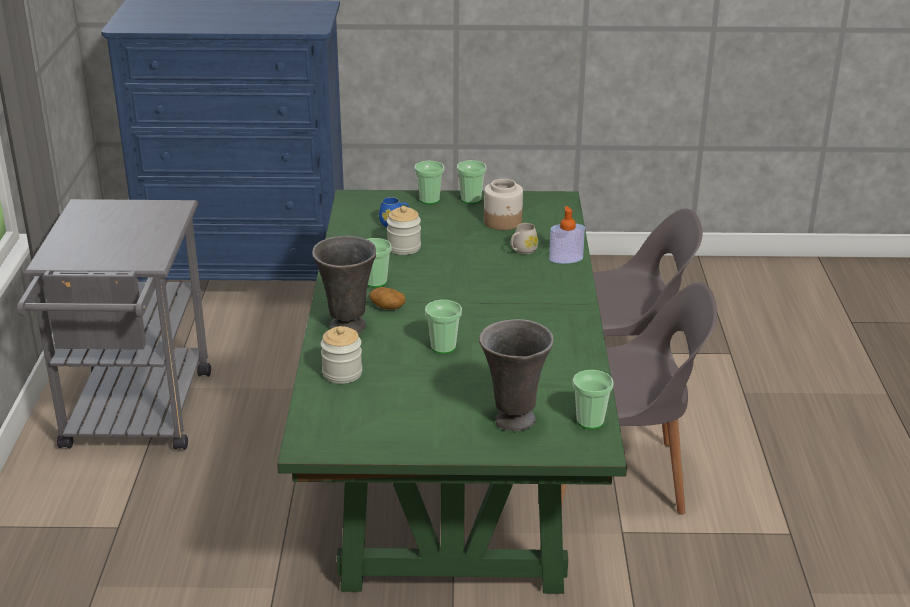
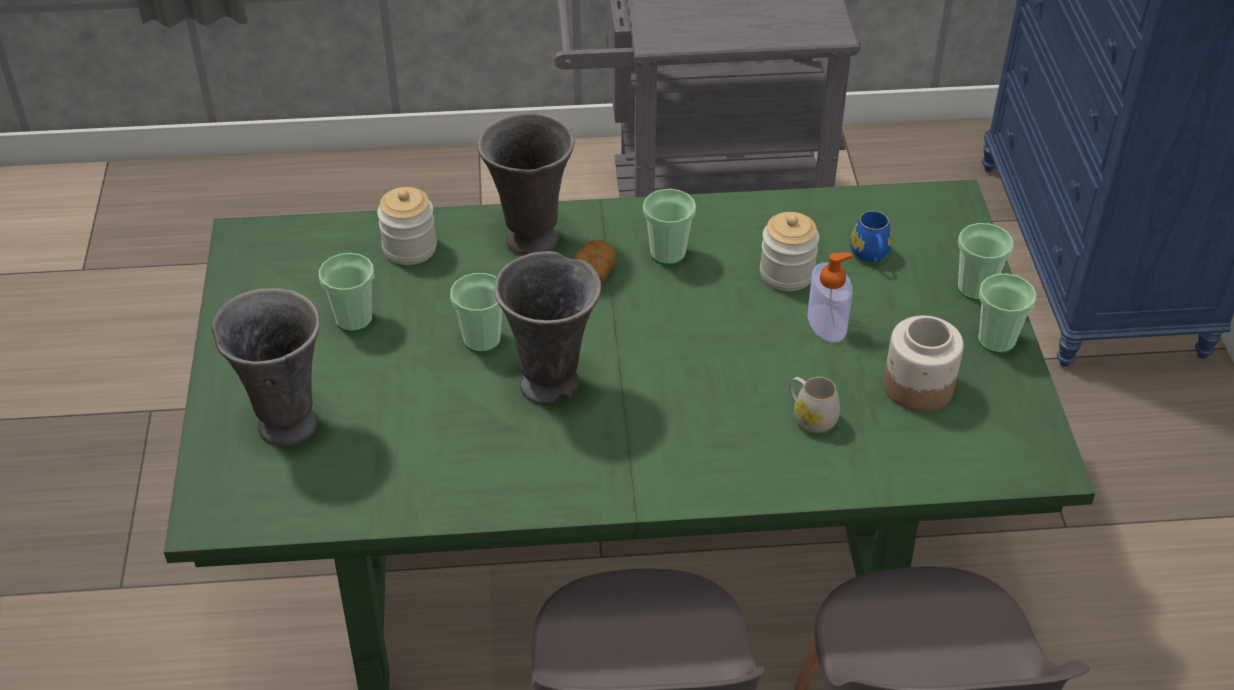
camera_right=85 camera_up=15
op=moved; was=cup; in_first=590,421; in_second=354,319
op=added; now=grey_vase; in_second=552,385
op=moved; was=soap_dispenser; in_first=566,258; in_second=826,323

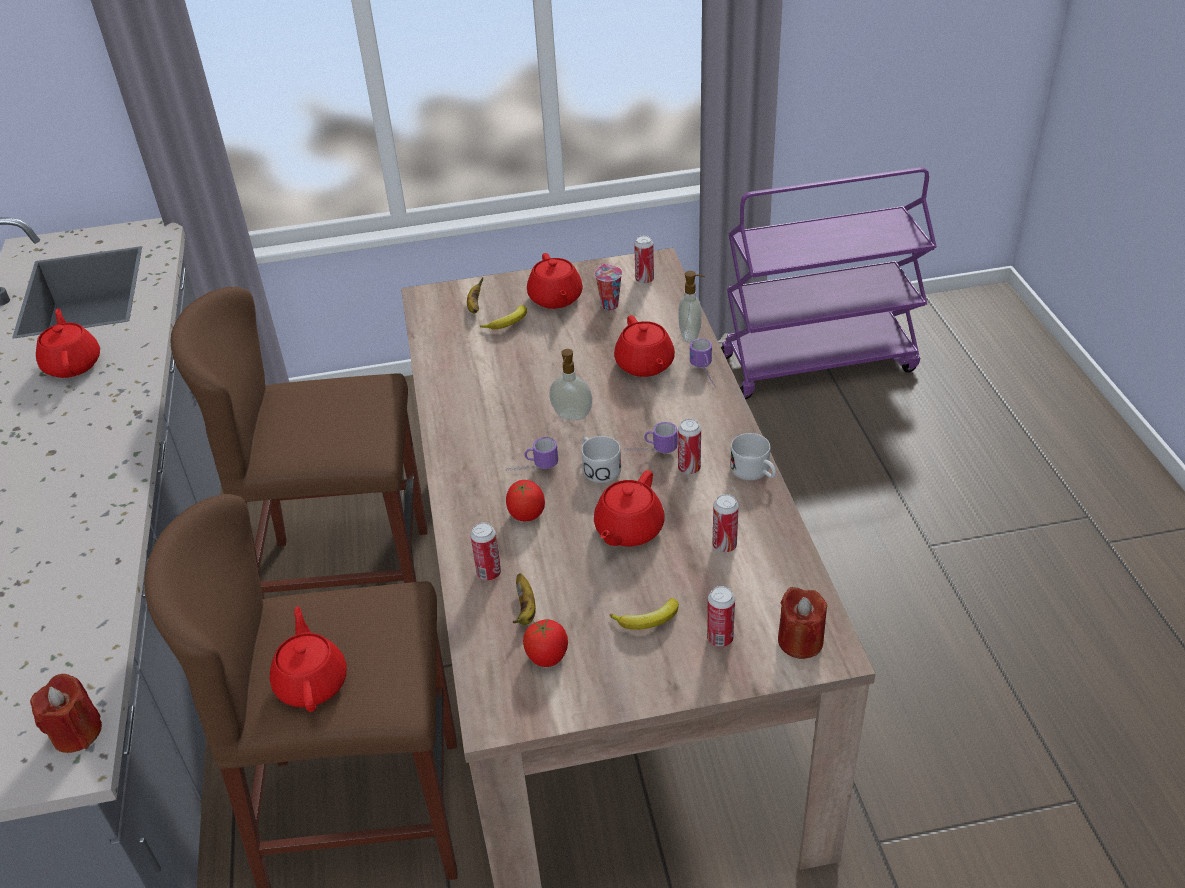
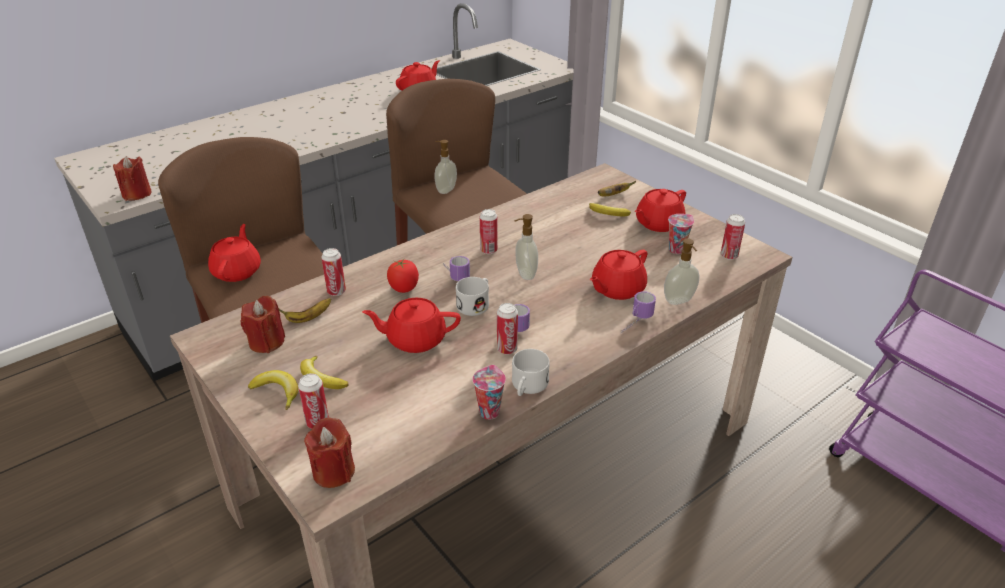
camera_right=60 camera_up=-5
op=turned; was=red_teapot; in_first=312,682; in_second=237,271; clockwise=-45
op=replaced; was=tomato; now=red_candle; in_first=547,656; in_second=266,342
op=added; now=banana; in_second=277,392
op=added; now=soap_dispenser; in_second=445,190
op=added; now=cup; in_second=489,411
op=moved; was=can; in_first=724,545; in_second=488,250

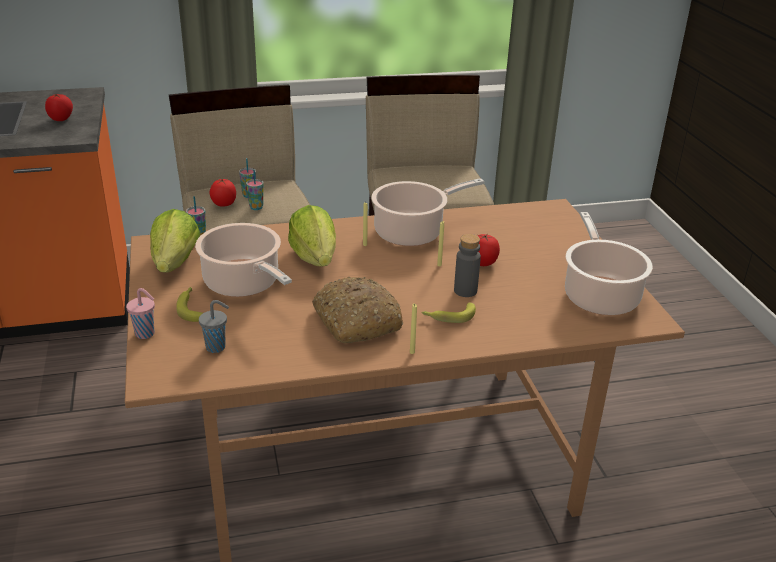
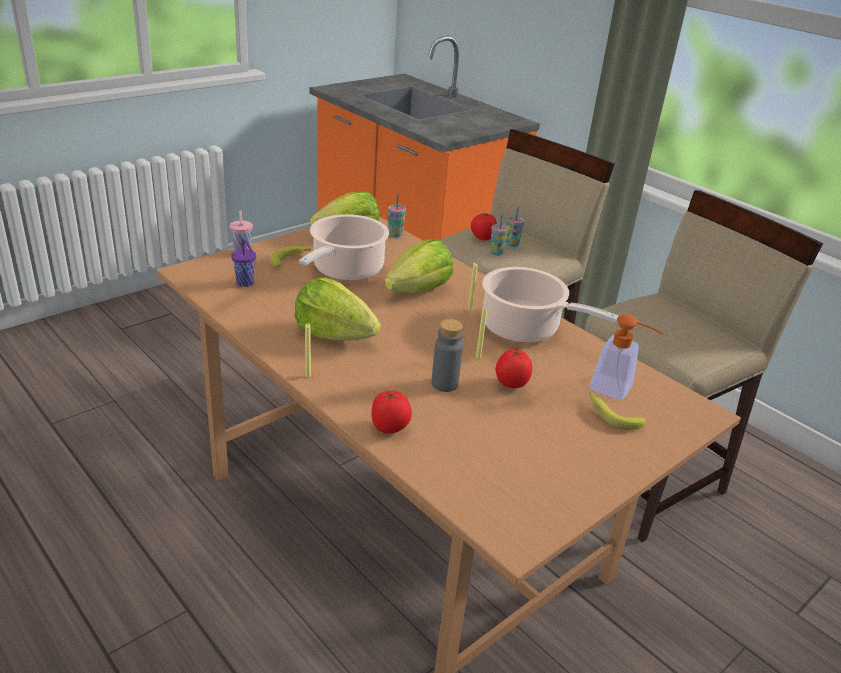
camera_right=60 camera_up=0
op=recoloured; was=grey_cup; now=purple_cup; in_first=217,347; in_second=245,283
op=replaced; was=bread; now=lettuce; in_first=355,321; in_second=334,334
op=moved; was=tomato; in_first=61,119; in_second=390,428
op=moved; was=banana; in_first=448,316; in_second=611,414
op=added; now=soap_dispenser; in_second=618,391
op=removed; was=cooking_pot; in_first=599,295

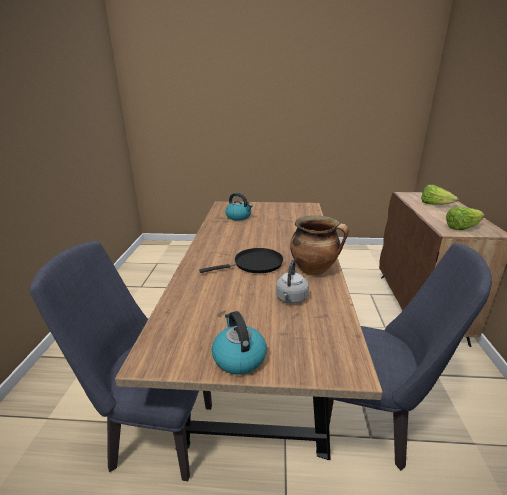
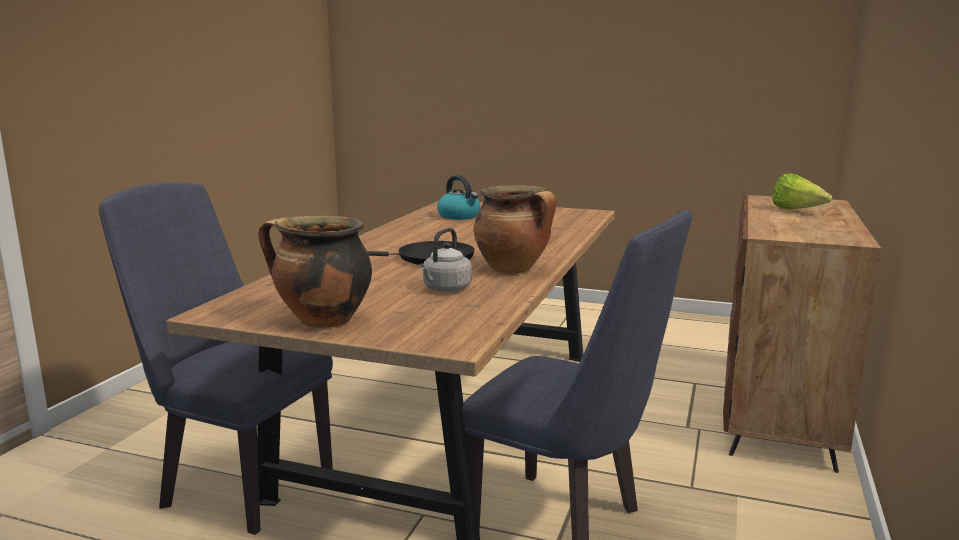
camera_right=15 camera_up=-10
op=replaced; was=kettle; now=cooking_pot; in_first=238,357; in_second=322,321
op=removed; was=lettuce; in_first=461,228

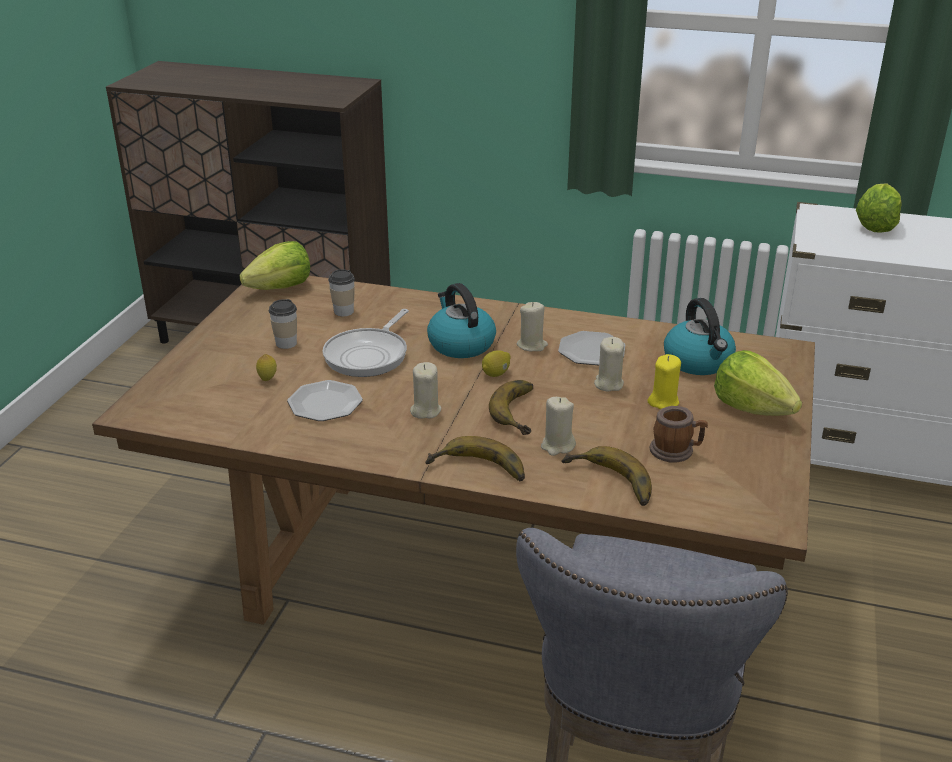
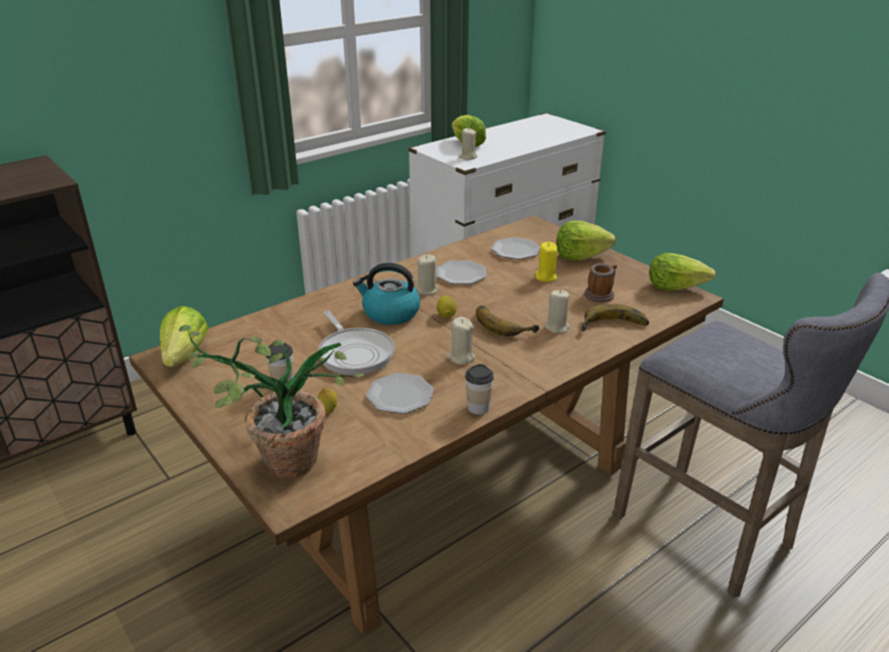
camera_right=-55 camera_up=0
op=added; now=potted_plant; in_second=276,464
op=moved; was=beige_candle; in_first=608,384; in_second=468,157
op=moved; was=cup; in_first=343,311; in_second=478,408
op=replaced; was=kettle; now=plate; in_first=698,362; in_second=515,250
op=added; now=lettuce; in_second=675,286
op=removed; was=banana; in_first=477,471

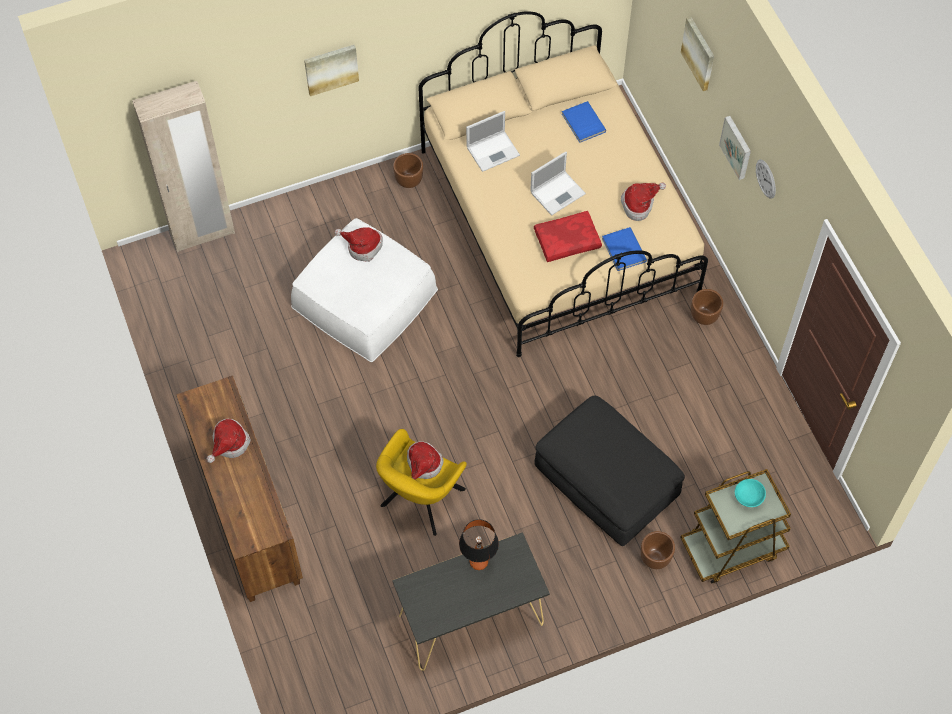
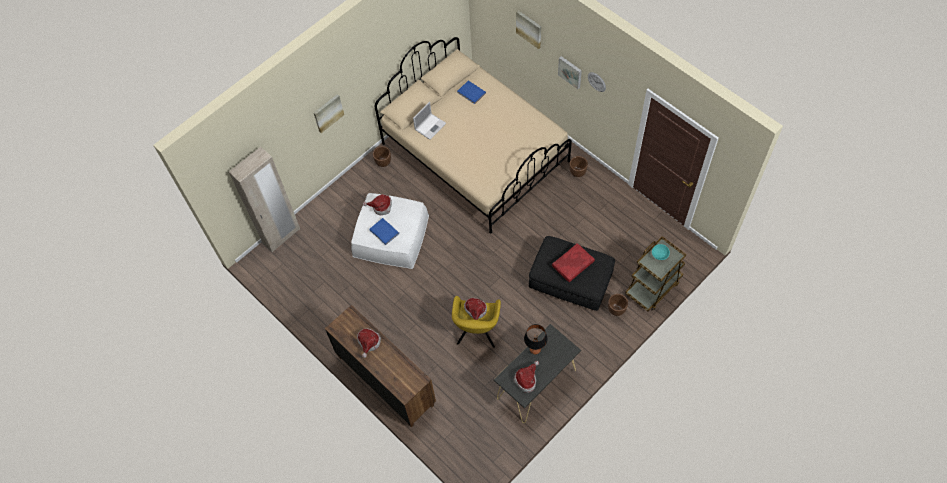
camera_right=-20 camera_up=0
op=moved; was=blue_book; in_first=623,250; in_second=384,232
op=moved; was=hat; in_first=639,204; in_second=526,379
op=moved; was=red_pillow; in_first=567,240; in_second=572,264
op=removed; was=laptop; in_first=558,192

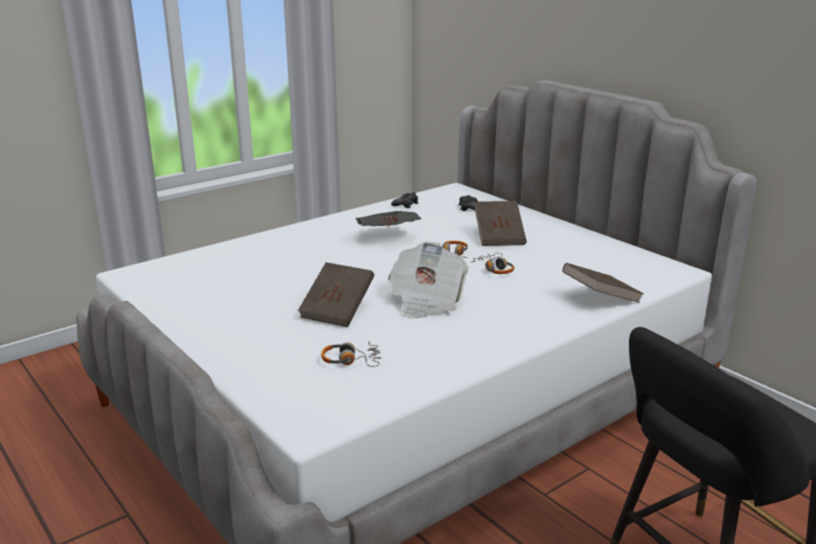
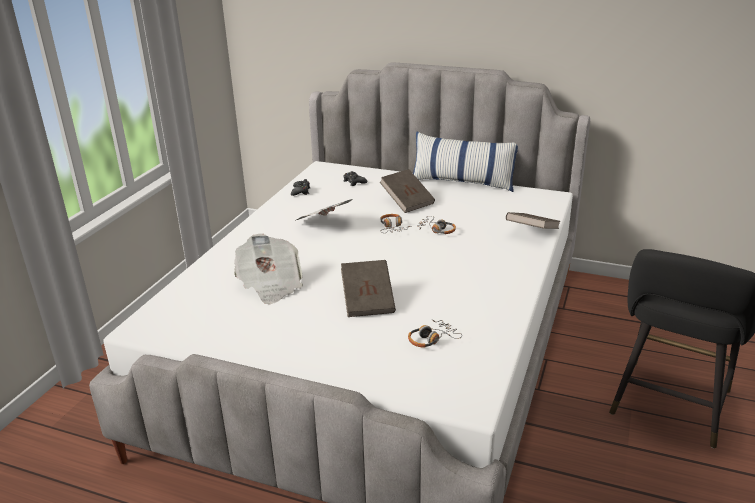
camera_right=-30 camera_up=5
op=moved; was=newspaper; in_first=426,301; in_second=270,285
op=added; now=pillow; in_second=462,182

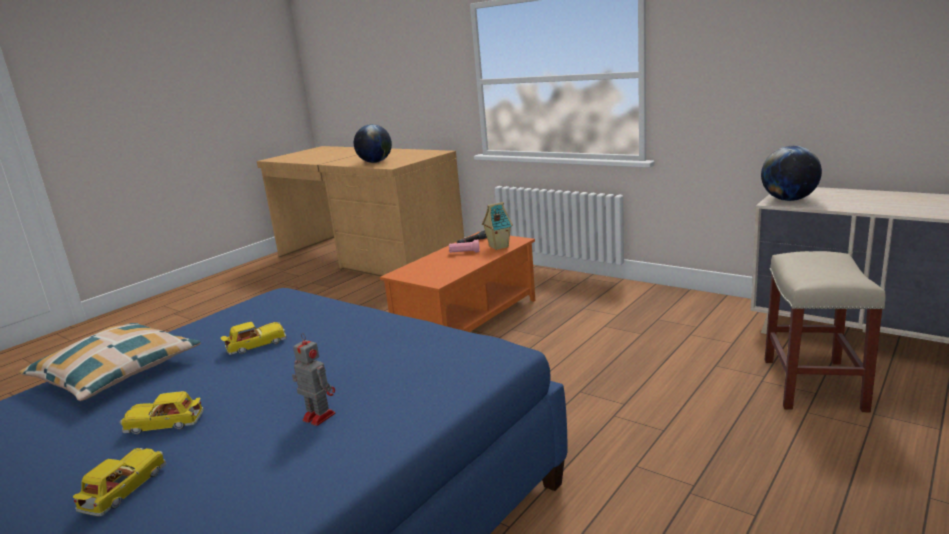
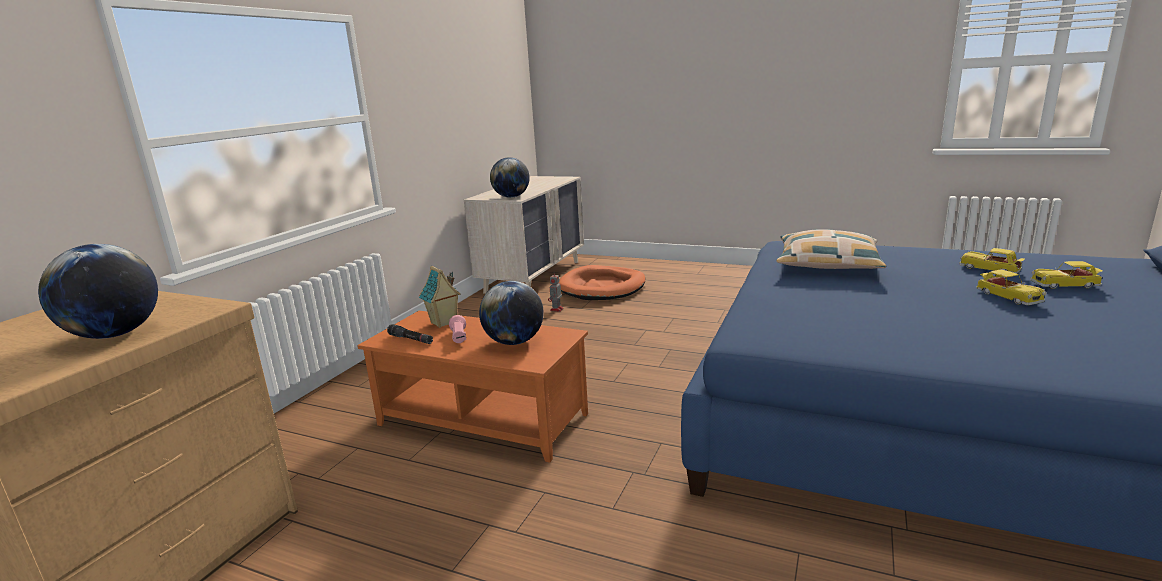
camera_right=-105 camera_up=0
op=added; now=globe; in_second=514,342
op=moved; was=toy_robot; in_first=317,416; in_second=556,310
op=replaced; was=beige_stool; now=orange_dog_bed; in_first=814,385; in_second=602,287
op=moved; was=pillow; in_first=116,372; in_second=827,263
op=moved; was=toy_car; in_first=255,345; in_second=990,269

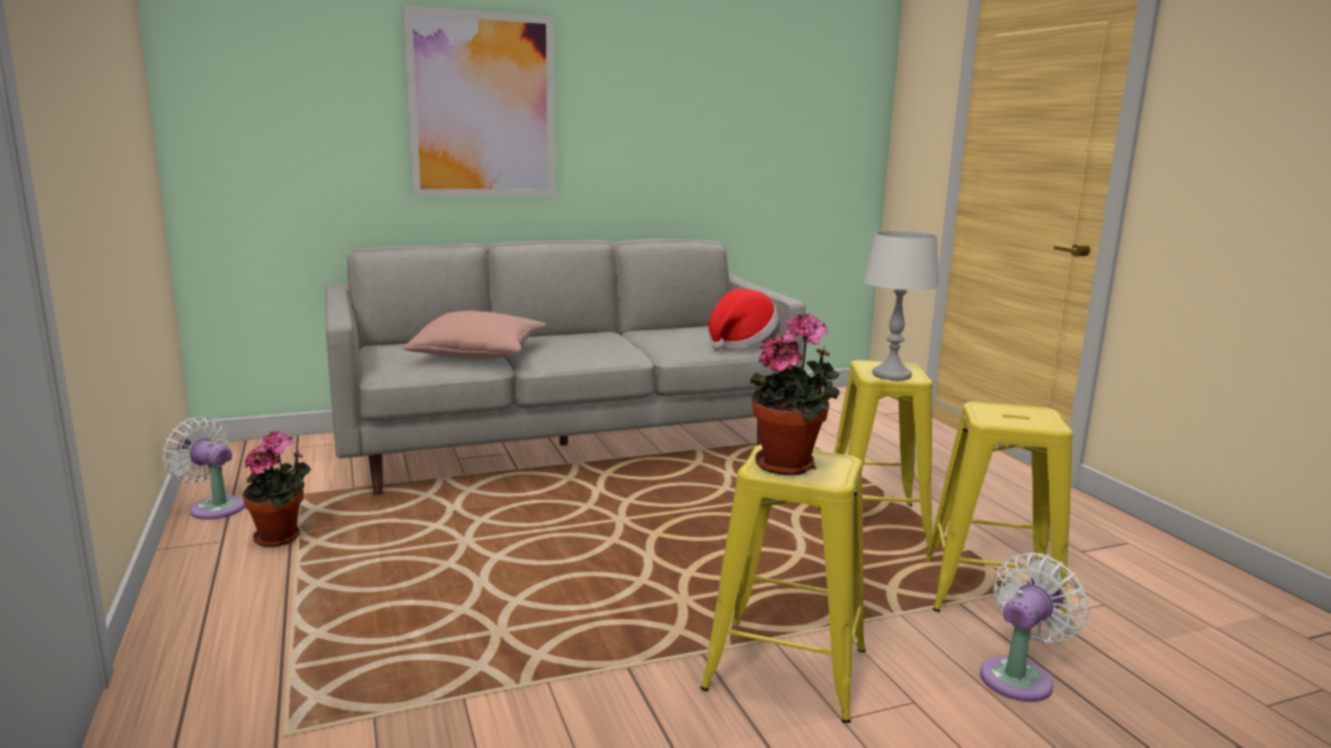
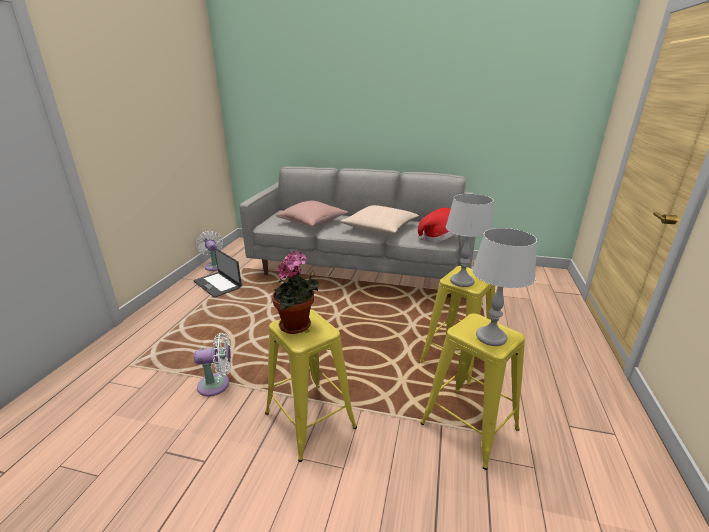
camera_right=35 camera_up=10
op=replaced; was=potted_plant; now=laptop; in_first=281,537; in_second=218,284
op=moved; was=white_fan; in_first=1019,676; in_second=217,384
op=added; now=beige_pillow; in_second=380,228
op=added; now=grey_table_lamp; in_second=491,337
op=removed; was=picture; in_first=482,106

